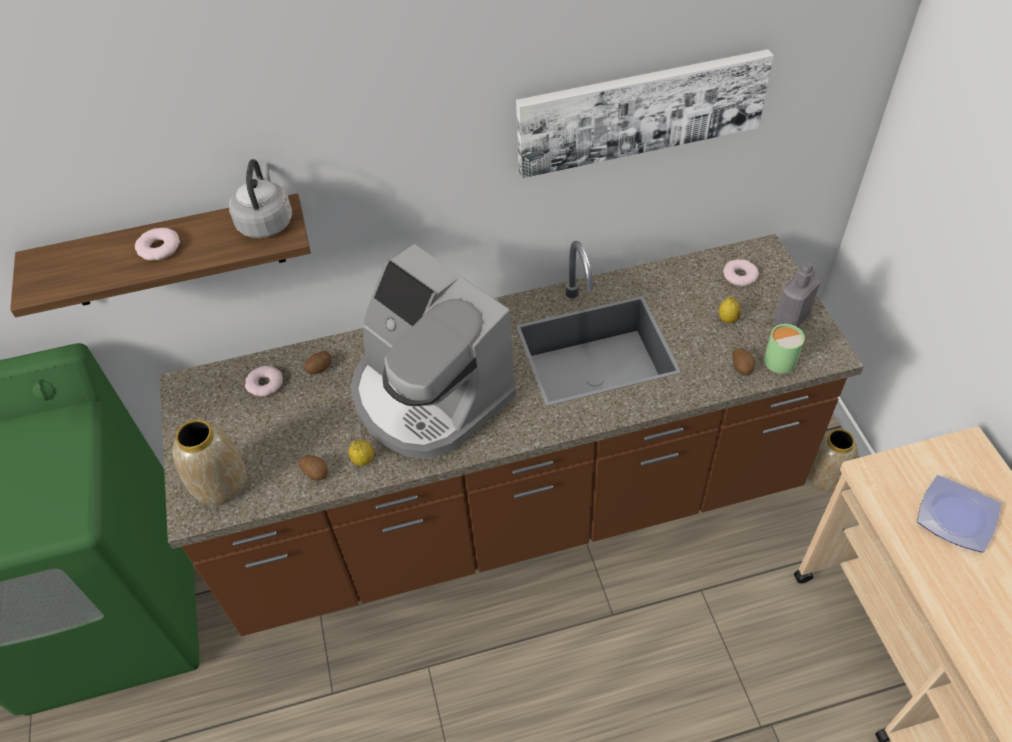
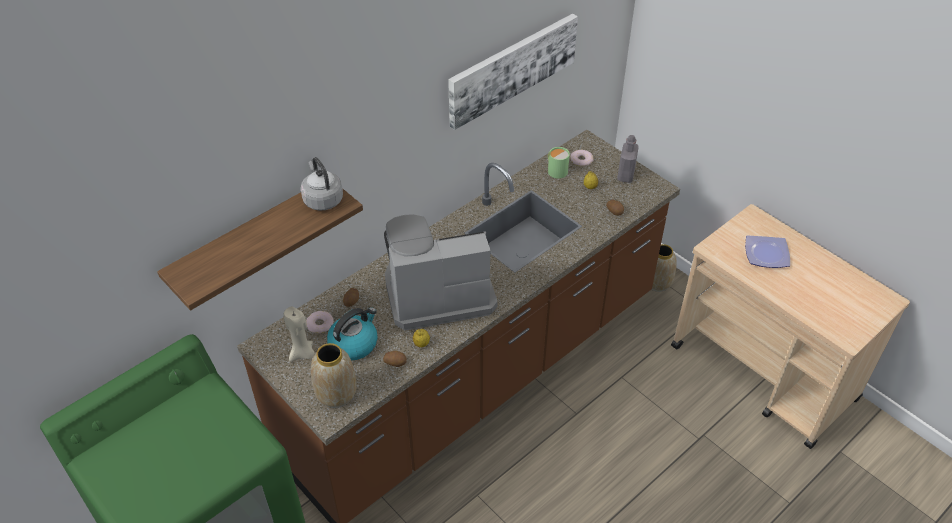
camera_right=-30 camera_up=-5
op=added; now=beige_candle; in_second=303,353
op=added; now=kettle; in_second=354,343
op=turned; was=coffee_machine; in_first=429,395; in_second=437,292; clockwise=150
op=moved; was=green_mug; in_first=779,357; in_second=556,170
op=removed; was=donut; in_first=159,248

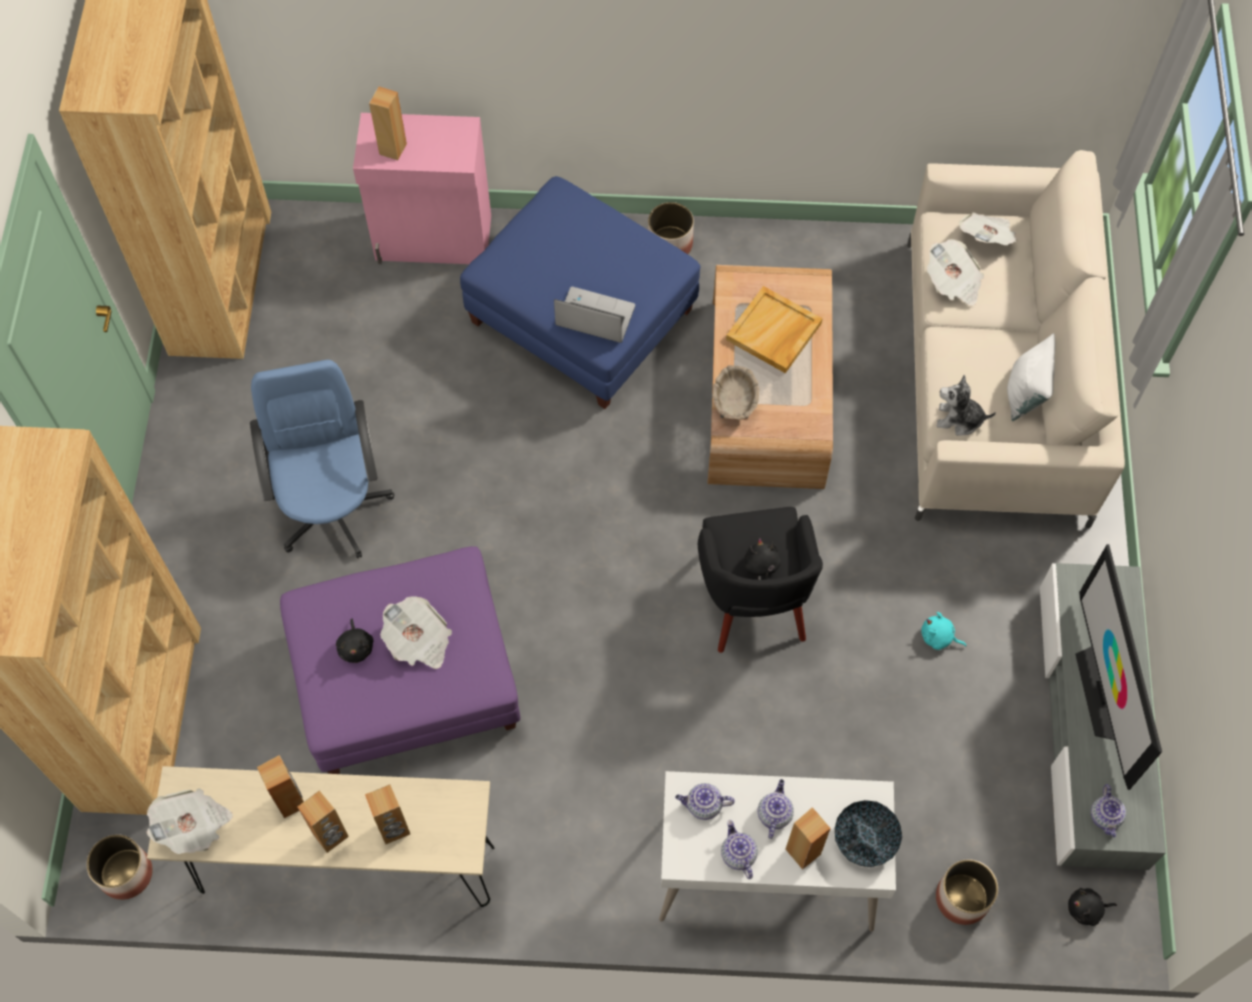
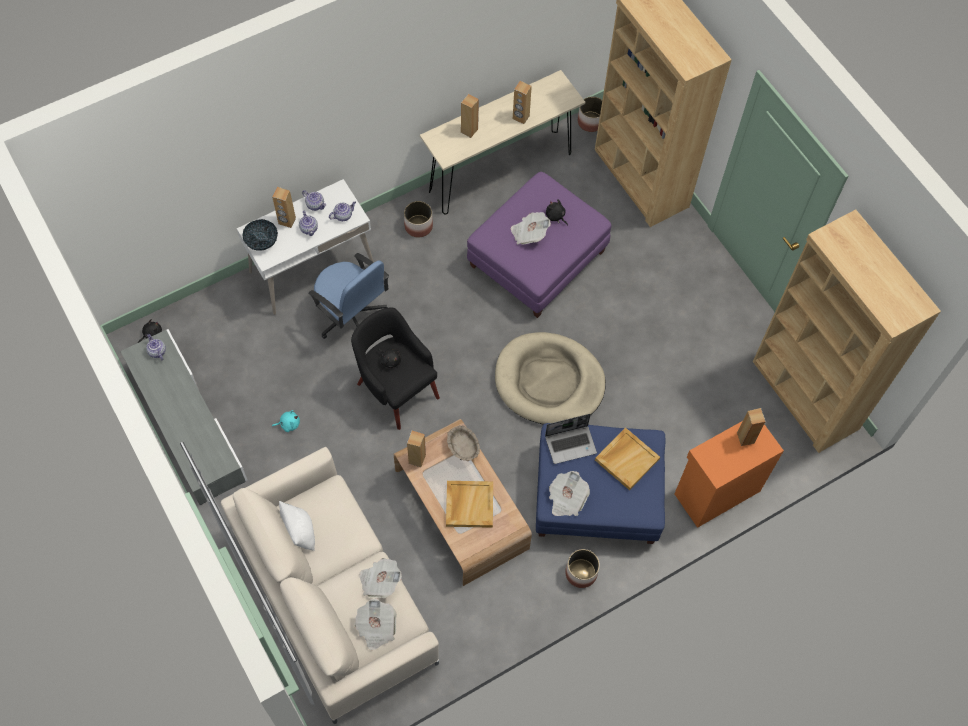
camera_right=145 camera_up=0
op=moved; was=blue_office_chair; in_first=332,507; in_second=351,316
op=moved; was=planter; in_first=962,899; in_second=418,226
op=moved; was=brown_speaker; in_first=331,836; in_second=417,459
op=added; now=beige_dog_bed; in_second=549,381
op=moved; was=newspaper; in_first=194,826; in_second=566,499
op=added; now=beige_tray; in_second=627,459
op=recoloured; was=pink_cabinet; now=orange_cabinet; in_first=434,239; in_second=715,491
op=removed; was=plush_toy; in_first=959,419
op=removed; was=television; in_first=1103,693

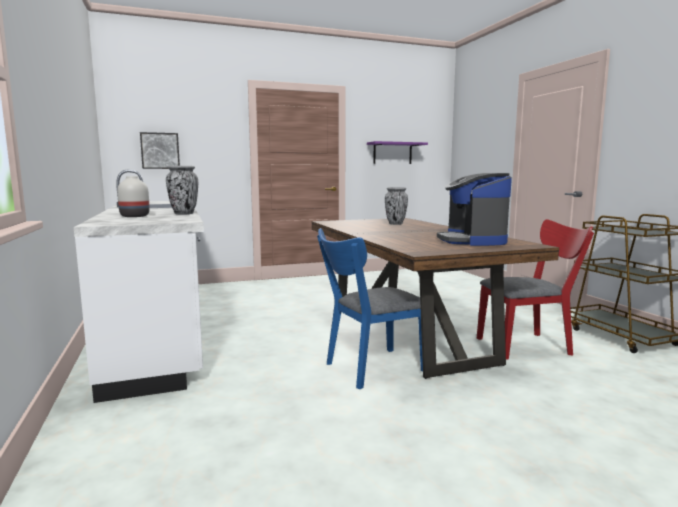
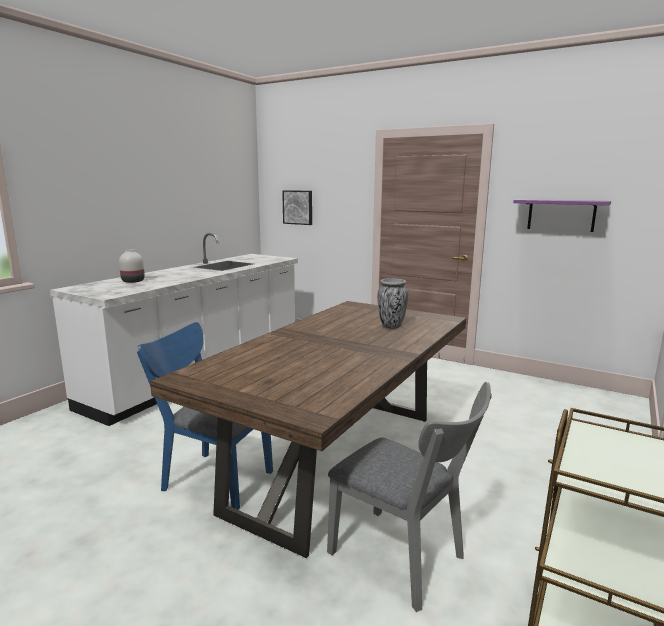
camera_right=50 camera_up=5
op=recoloured; was=red_chair; now=grey_chair; in_first=529,345; in_second=404,560
op=removed; was=vase; in_first=183,213
op=removed; was=coffee_machine; in_first=472,241

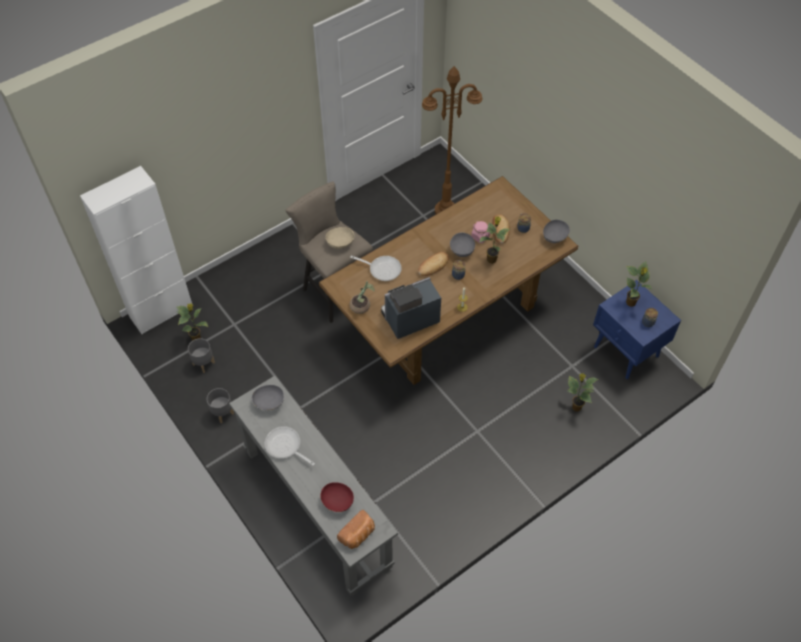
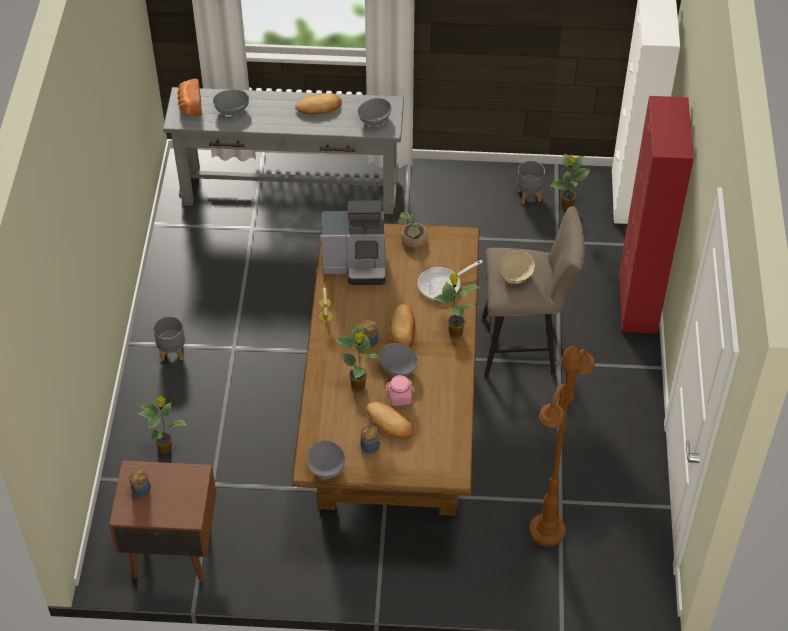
camera_right=130 camera_up=-5
op=recoloured; was=blue_nightstand; now=brown_nightstand; in_first=626,352; in_second=171,550
op=moved; was=grey_planter; in_first=222,413; in_second=173,352
op=recoloured; was=red_bowl; now=grey_bowl; in_first=337,502; in_second=232,109
op=replaced; was=frying_pan; now=bread; in_first=285,446; in_second=319,107
op=turned; was=coffee_machine; in_first=409,319; in_second=357,265; clockwise=75
op=moved; was=potted_plant; in_first=631,303; in_second=454,332
op=added; now=red_cabinet; in_second=637,302

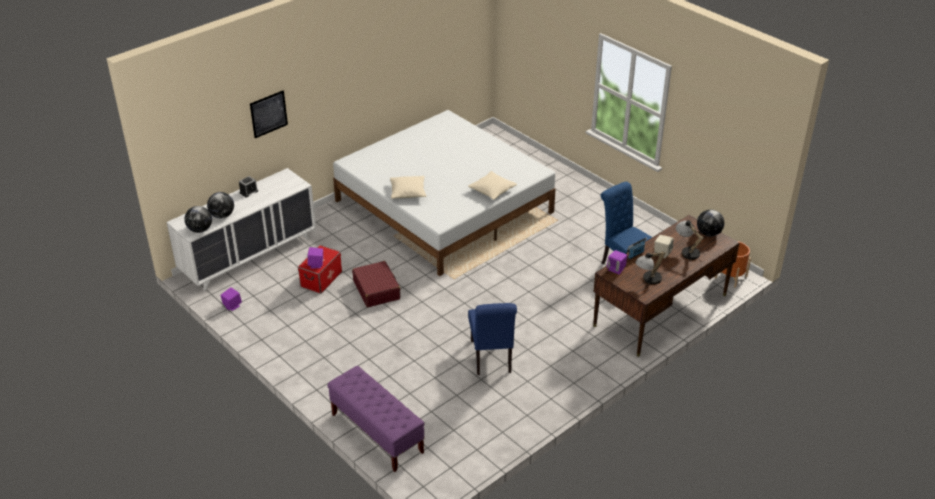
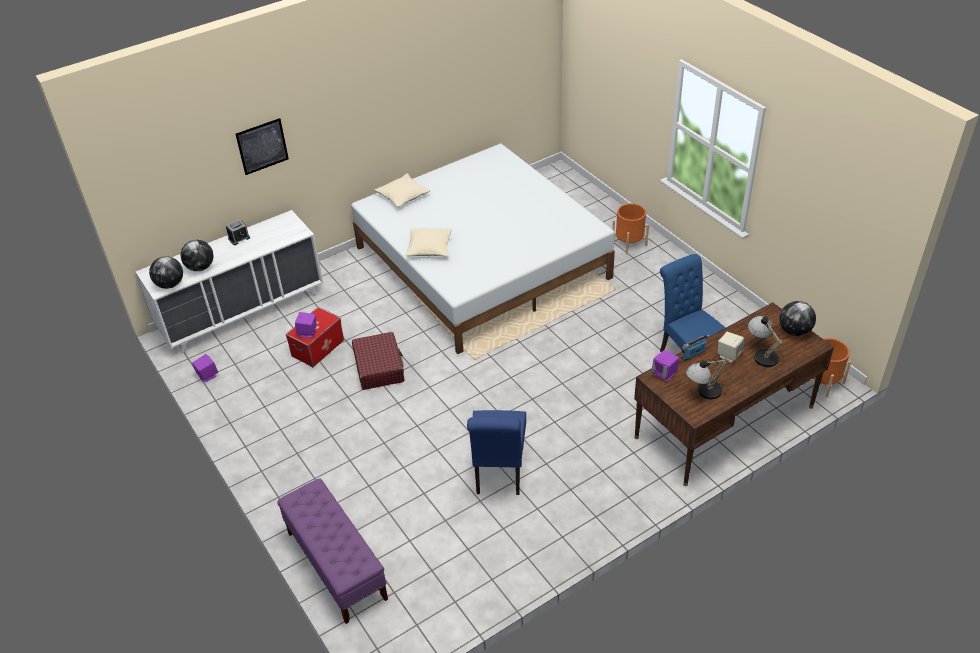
camera_right=10 camera_up=5
op=moved; was=beige_pillow; in_first=492,190; in_second=403,196
op=added; now=orange_planter; in_second=629,243

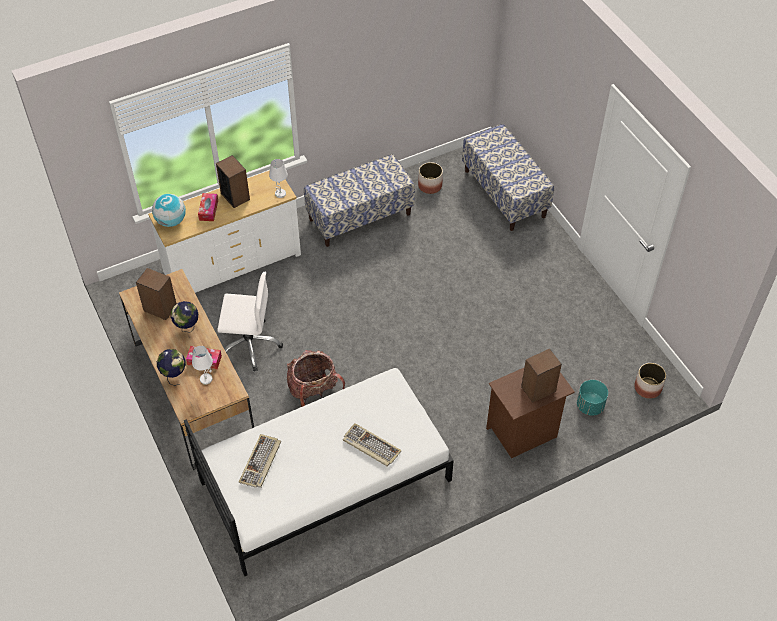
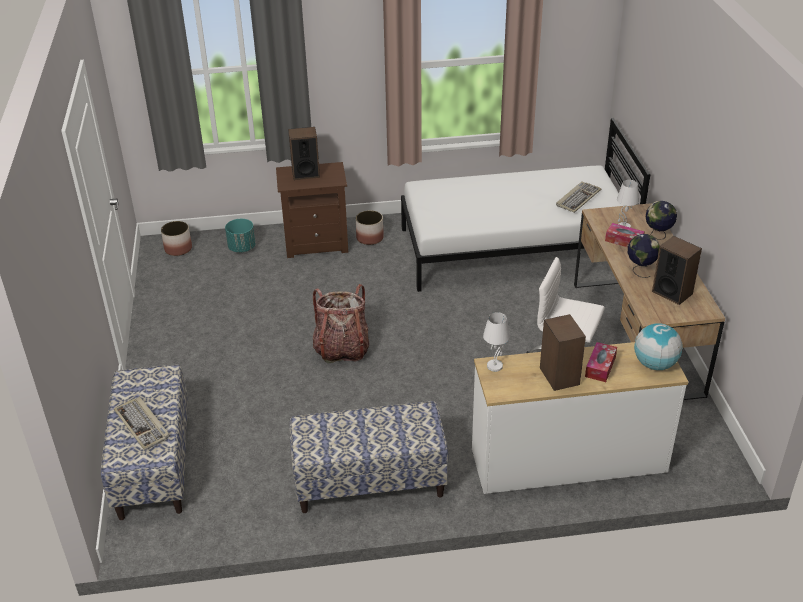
camera_right=-160 camera_up=-15
op=moved; was=keyboard; in_first=370,446; in_second=142,425
op=moved; was=backpack; in_first=314,390; in_second=342,349
op=moved; was=planter; in_first=430,186; in_second=369,238

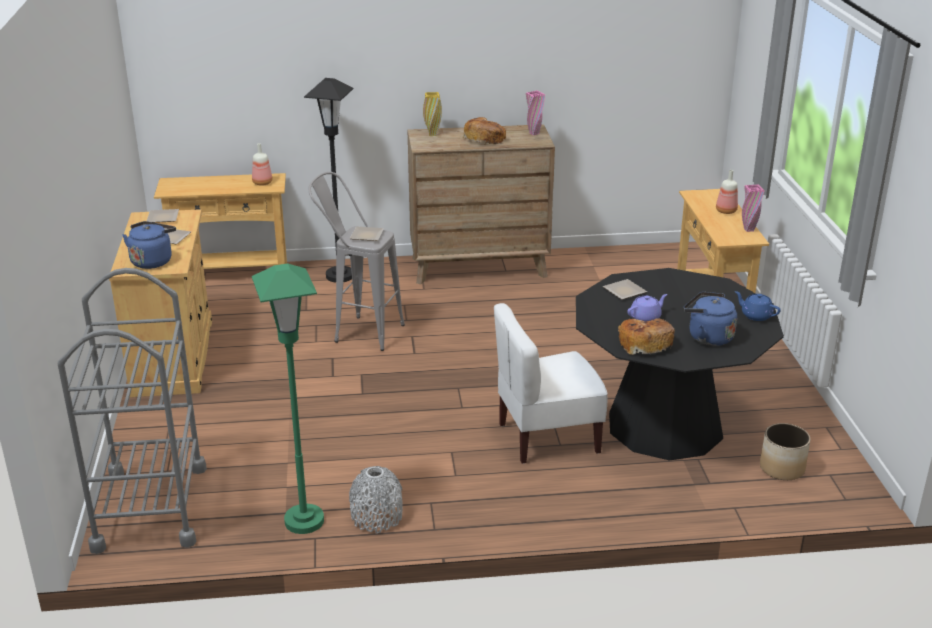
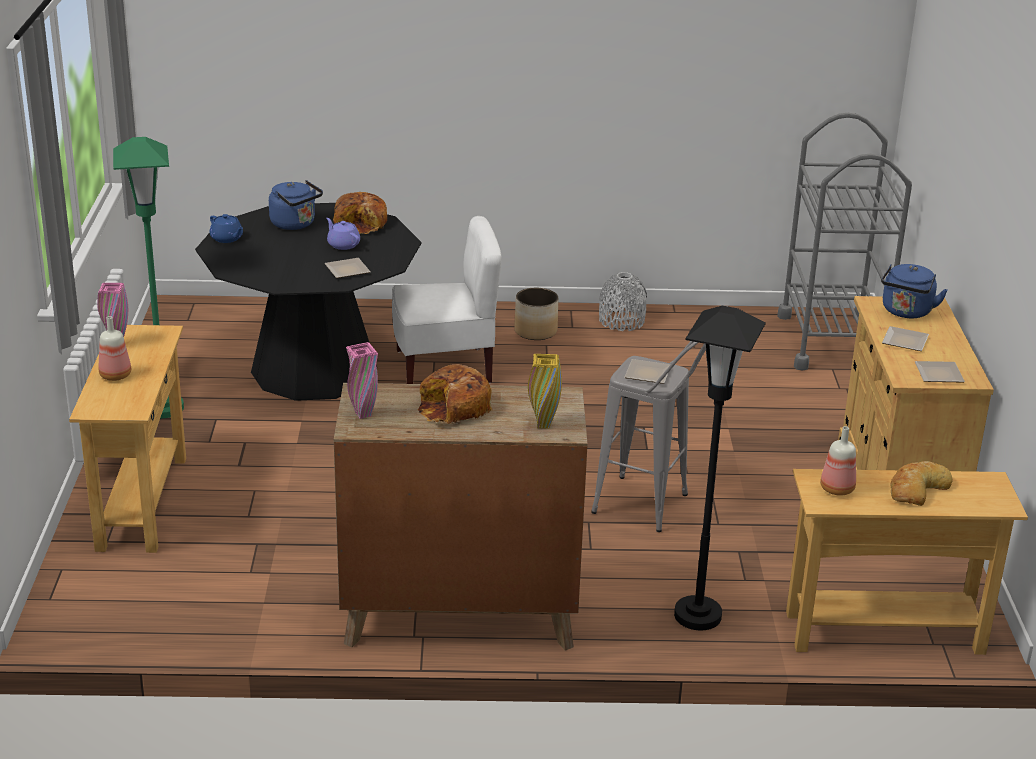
camera_right=-175 camera_up=0
op=moved; was=green_floor_lamp; in_first=304,521; in_second=164,408
op=turned; was=purple_teapot; in_first=646,317; in_second=343,245; clockwise=75
op=moved; was=planter; in_first=781,468; in_second=536,331
op=added; now=bread; in_second=916,488

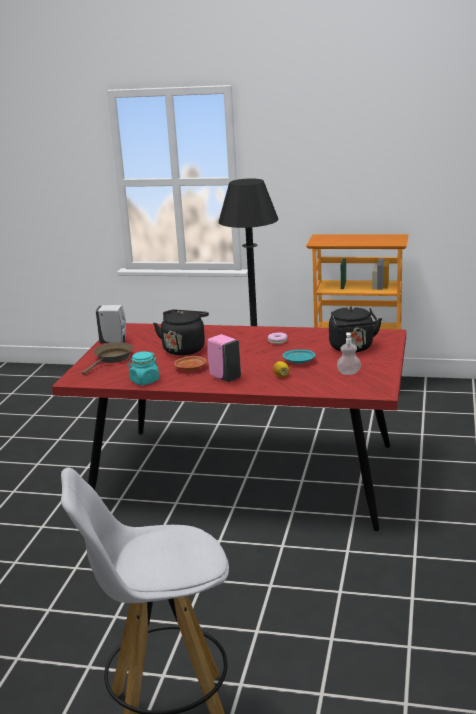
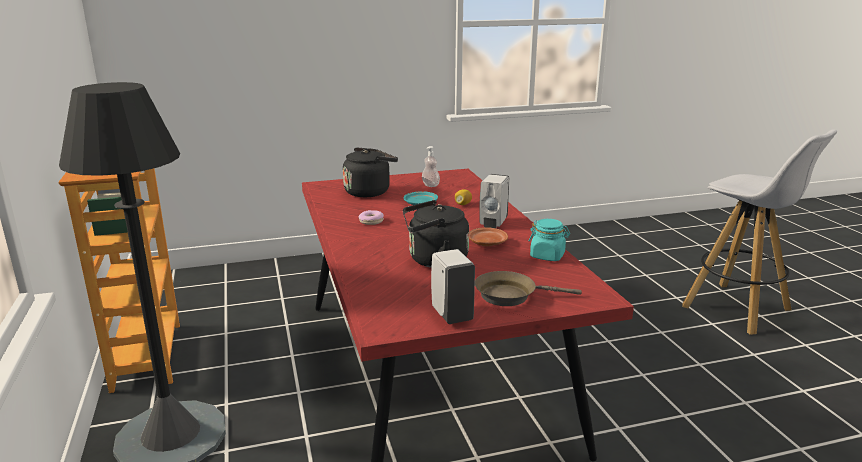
camera_right=-120 camera_up=0
op=recoloured; was=pink_soap_dispenser; now=white_soap_dispenser; in_first=224,377; in_second=493,223

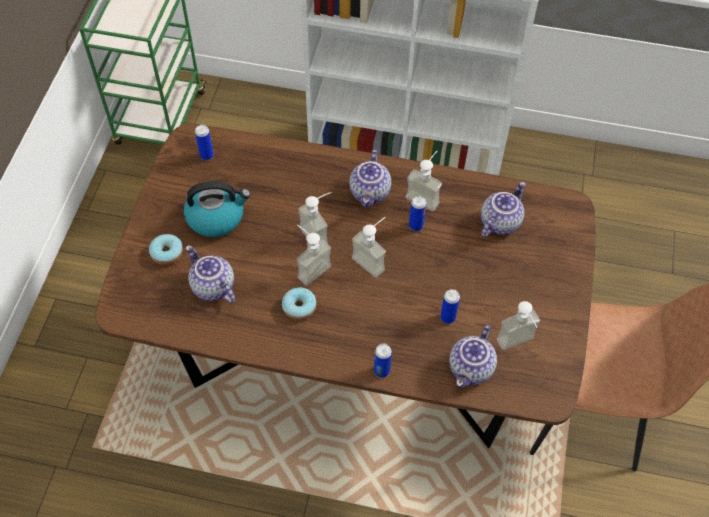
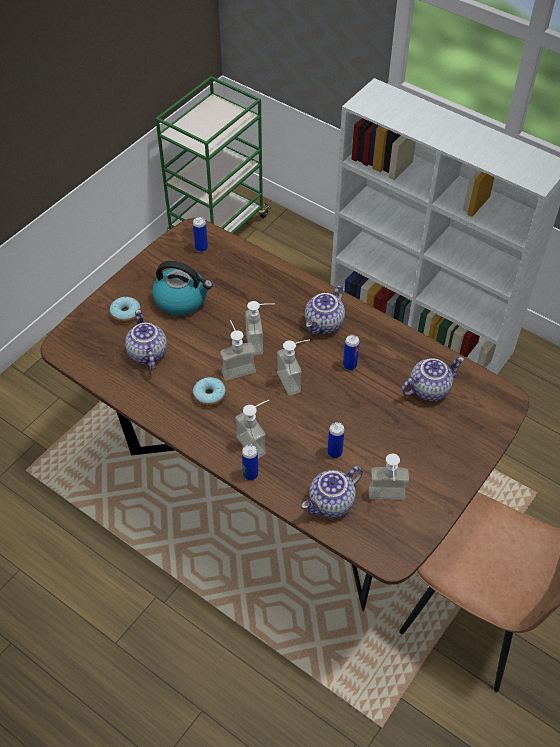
camera_right=25 camera_up=-5
op=moved; was=soap_dispenser; in_first=425,196; in_second=257,442

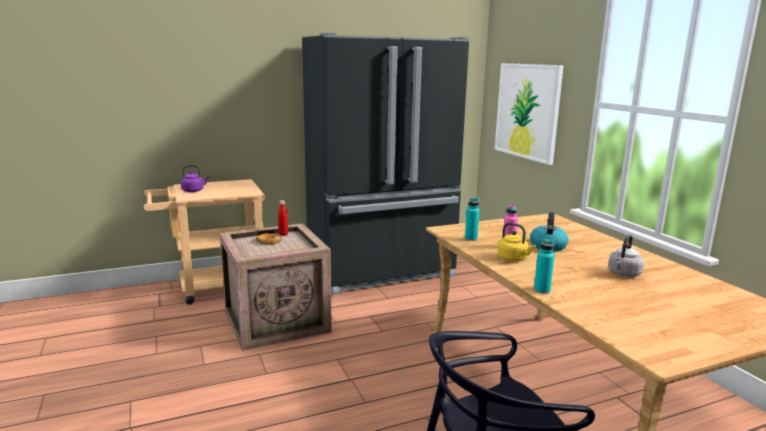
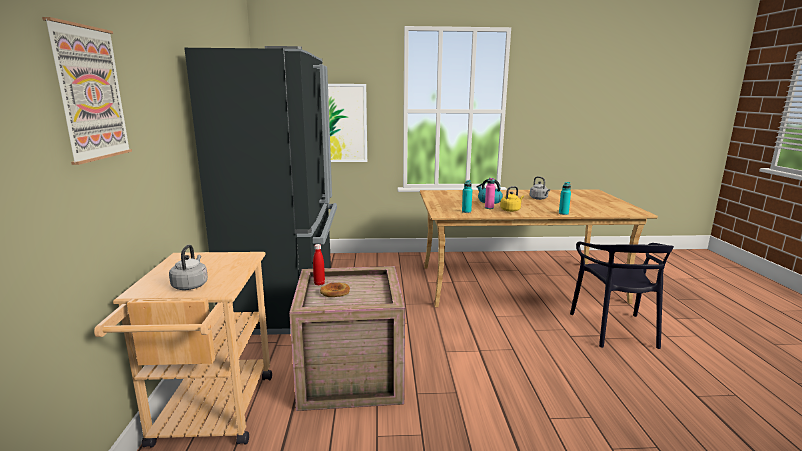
camera_right=-70 camera_up=0
op=added; now=picture; in_second=90,93
op=recoloured; was=purple_kettle; now=grey_kettle; in_first=194,191; in_second=191,285

